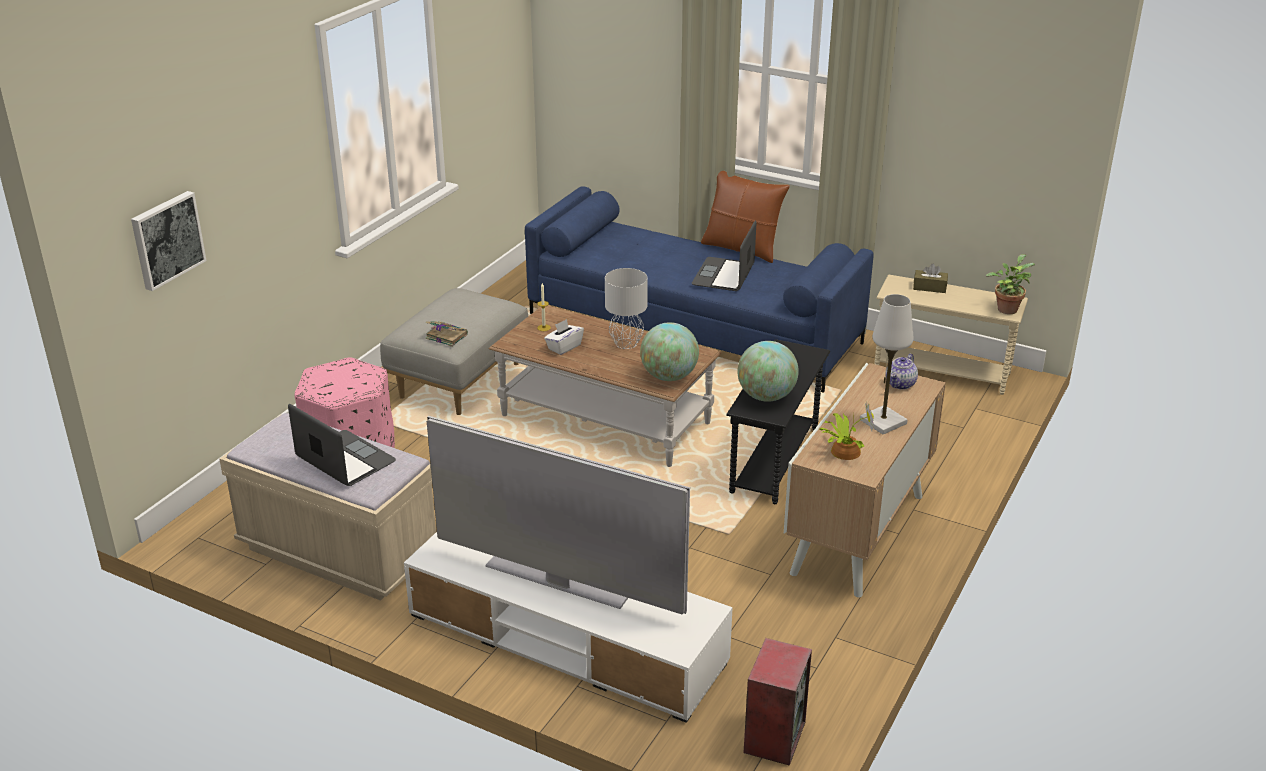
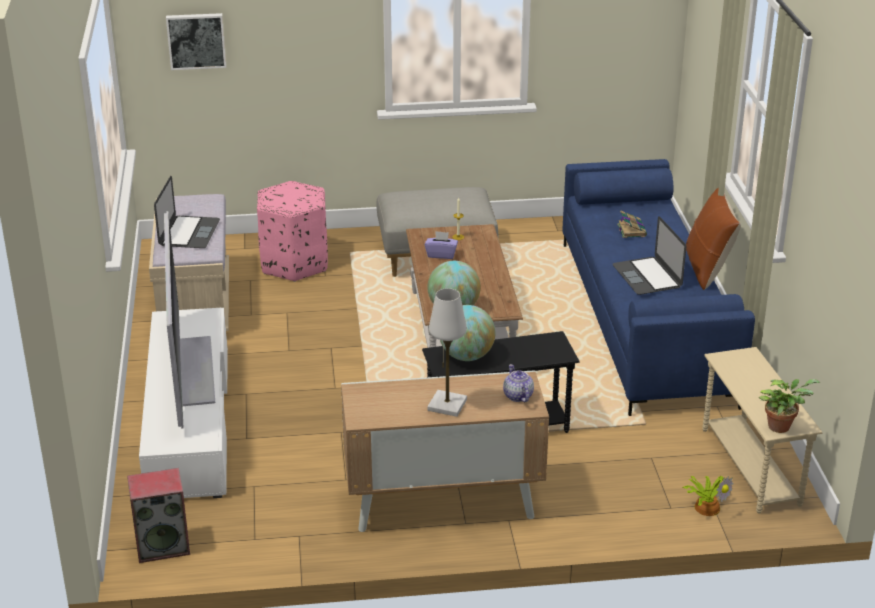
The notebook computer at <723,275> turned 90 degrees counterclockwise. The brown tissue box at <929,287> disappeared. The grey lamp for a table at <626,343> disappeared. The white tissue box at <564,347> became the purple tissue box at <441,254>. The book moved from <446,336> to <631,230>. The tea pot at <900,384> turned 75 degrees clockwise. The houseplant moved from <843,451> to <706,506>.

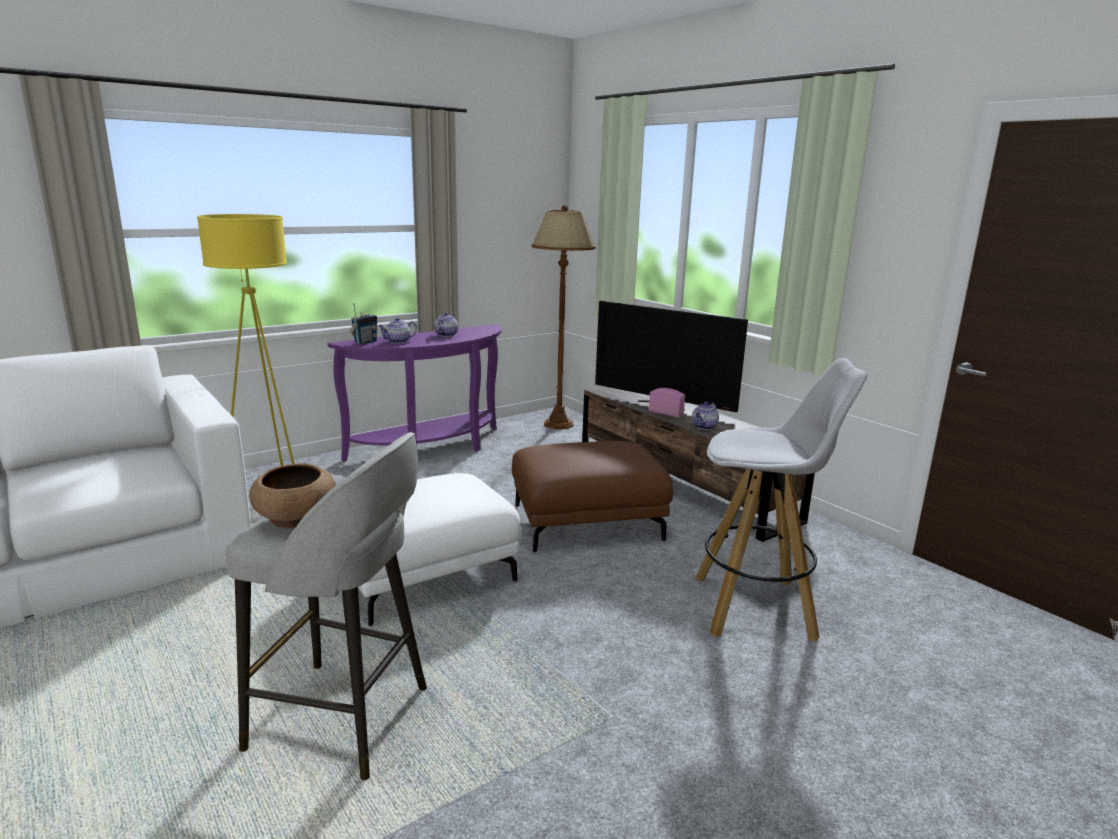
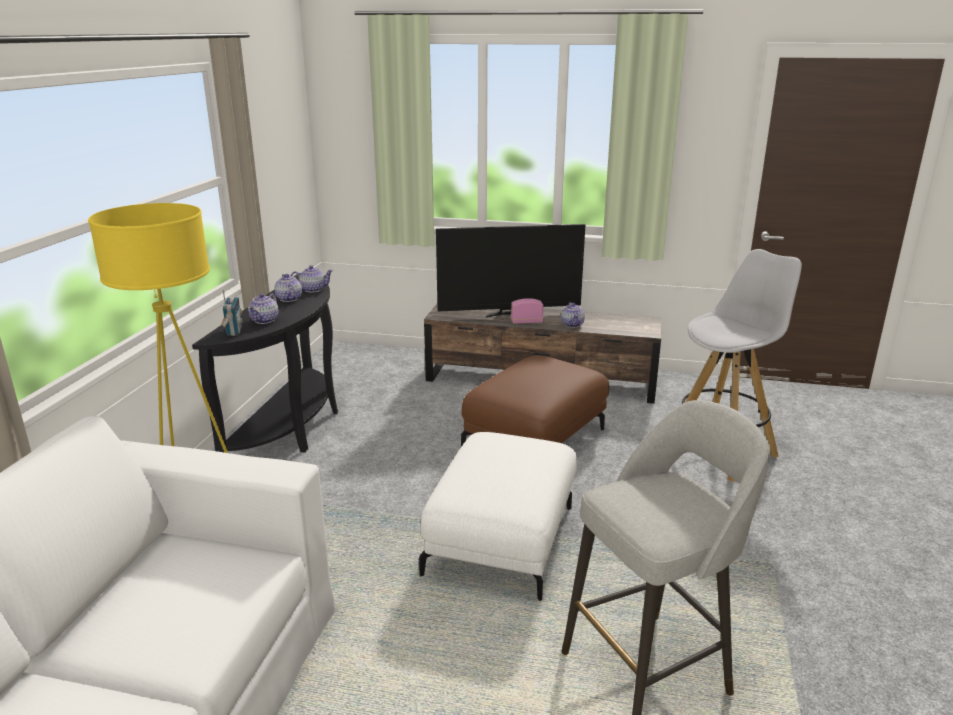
The brown standing lamp at <558,424> disappeared. The purple narrow table at <433,450> became the black narrow table at <293,429>. The brown bowl at <296,519> disappeared. The tea pot at <312,289> appeared.

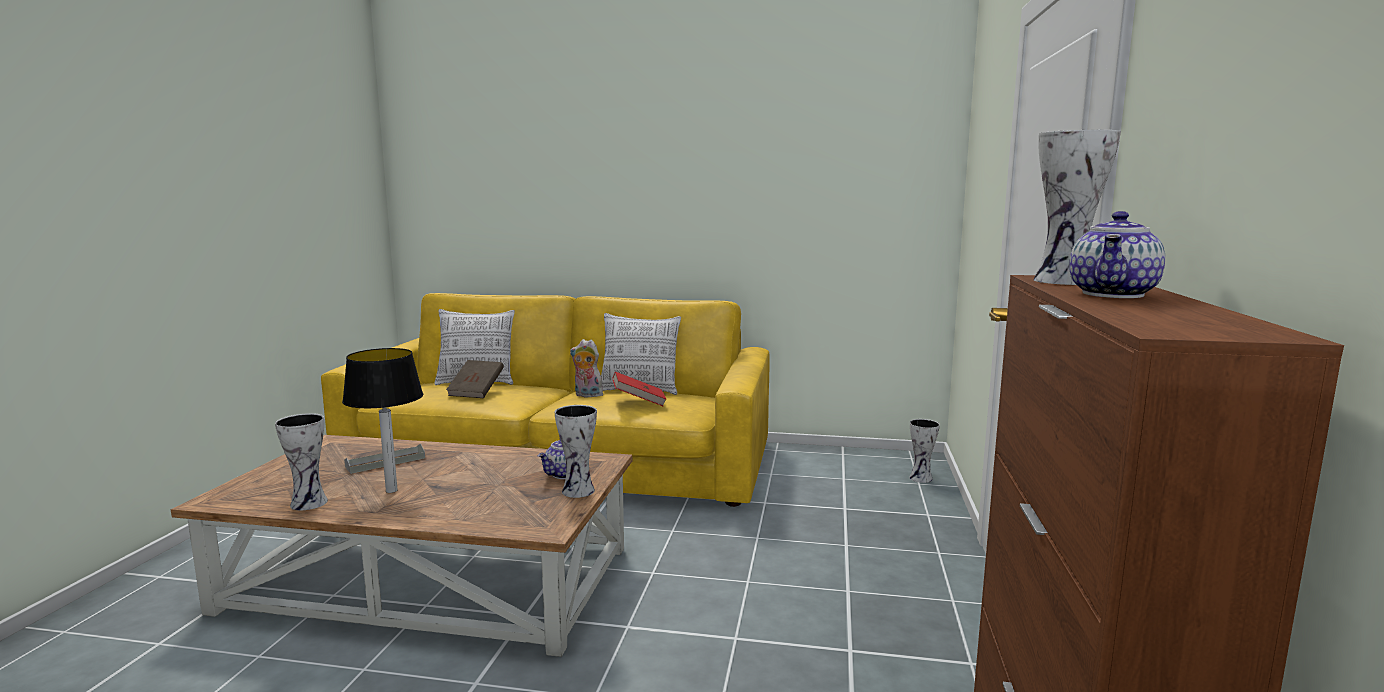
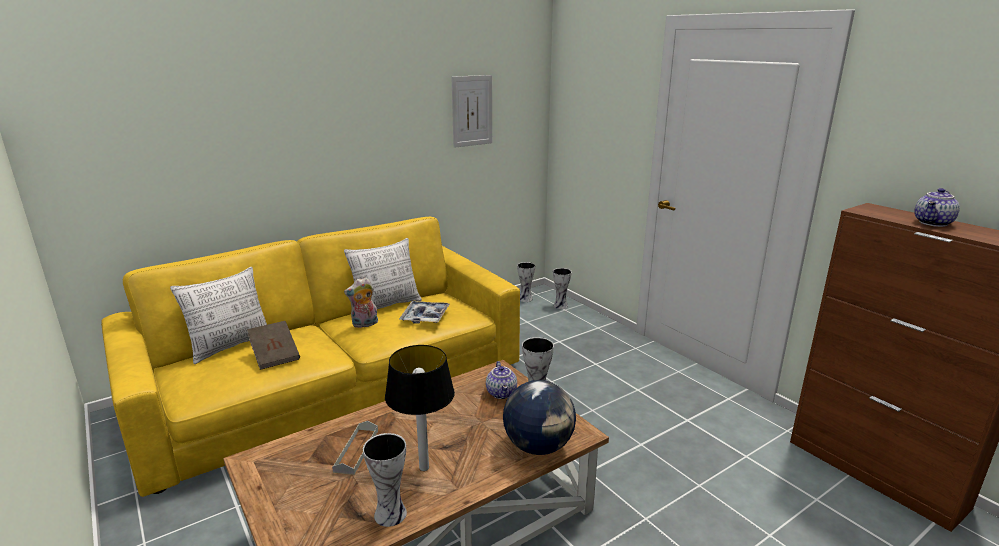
The vase moved from <1066,281> to <526,299>. The tea pot at <1114,294> turned 60 degrees clockwise. The red-coloured book at <639,402> was replaced by the serving tray at <425,317>. The wall art at <472,111> appeared. The globe at <538,446> appeared.

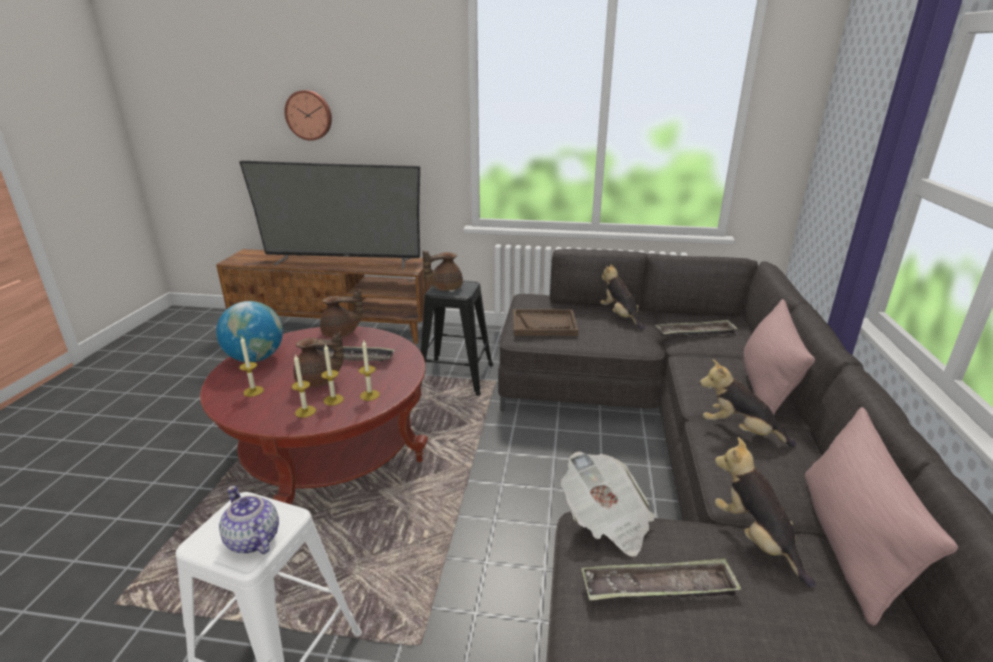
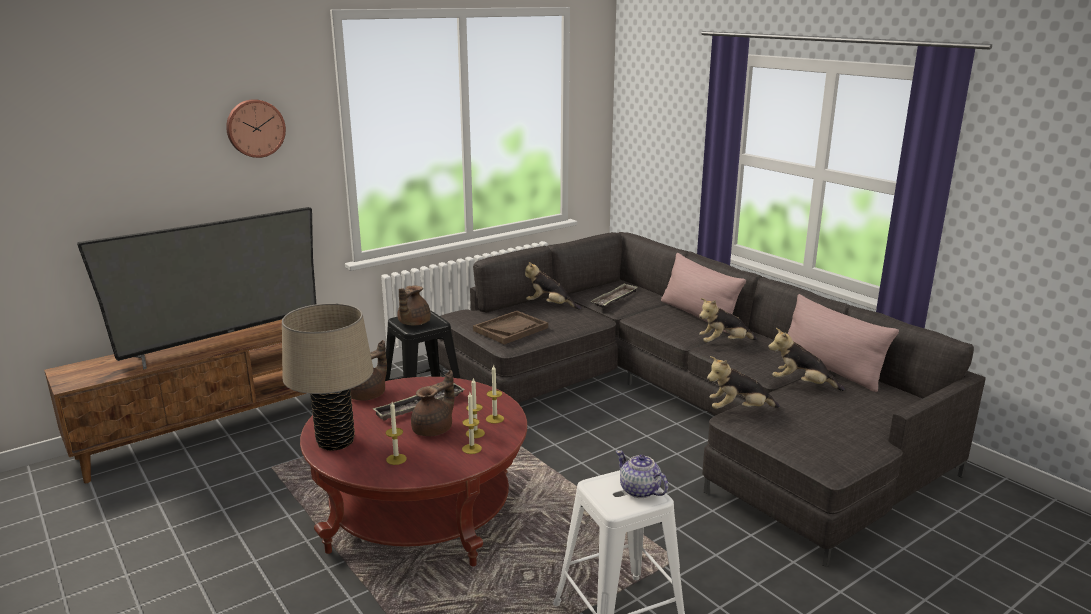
The wall clock moved from <309,115> to <255,128>. The globe at <255,358> was replaced by the beige-coloured lamp for a table at <335,442>. The newspaper at <606,521> was replaced by the plush toy at <738,410>. The tea pot at <253,540> turned 45 degrees clockwise. The serving tray at <658,588> disappeared.

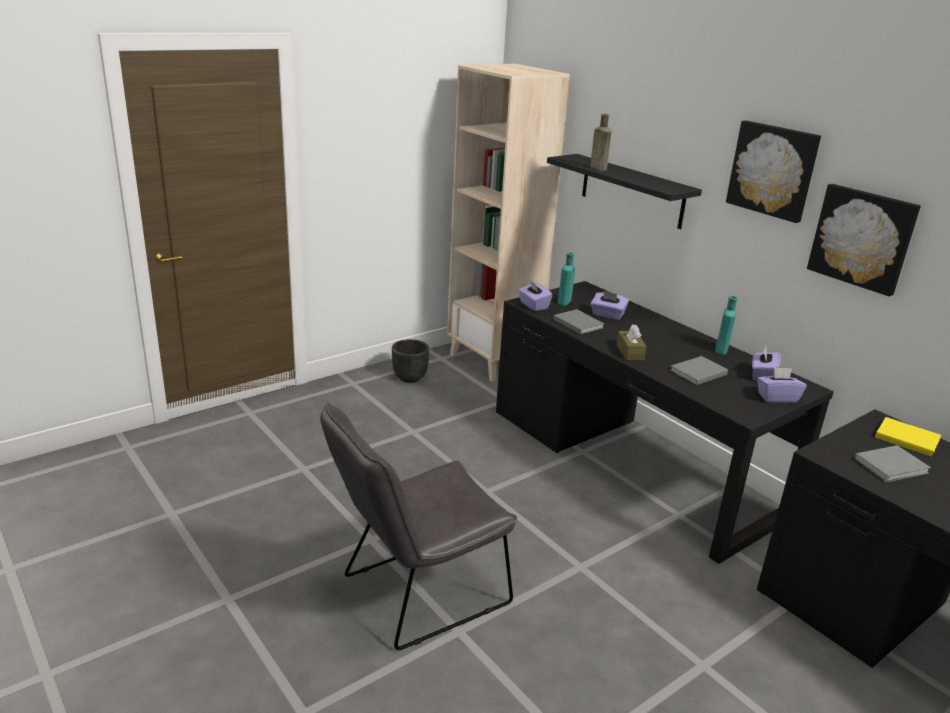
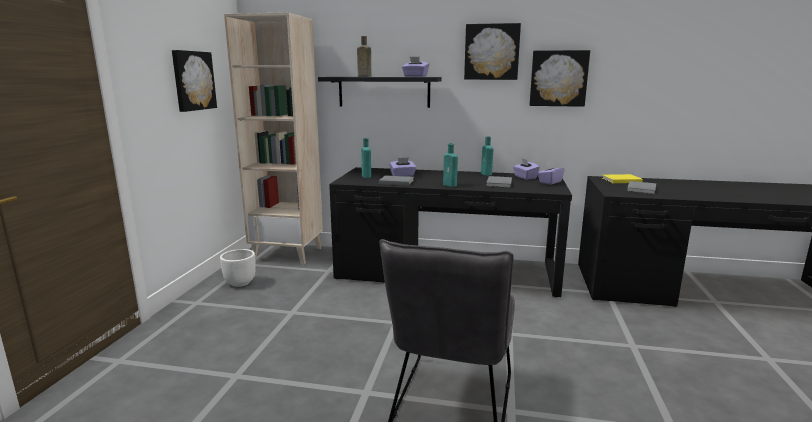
The purple tissue box moved from <533,306> to <415,76>. The brown tissue box at <630,352> was replaced by the turquoise beverage bottle at <450,185>. The black flower pot at <410,377> became the white flower pot at <240,282>. The wall art at <193,80> appeared.

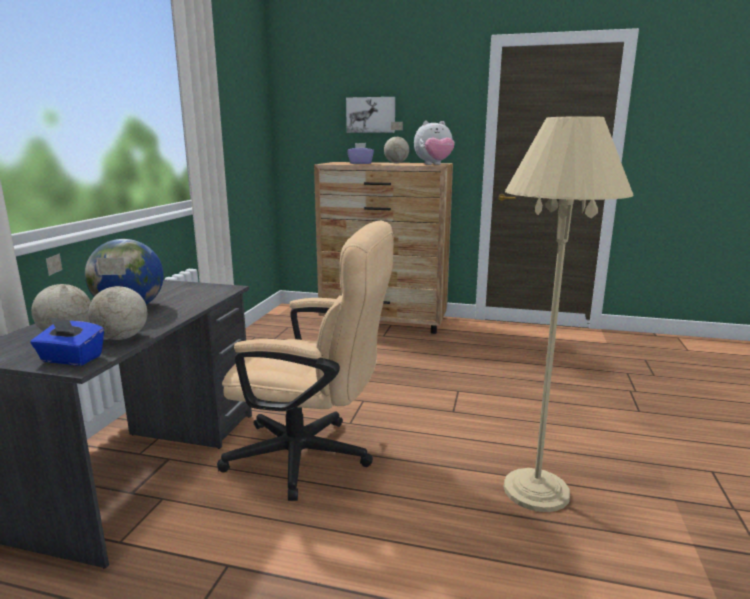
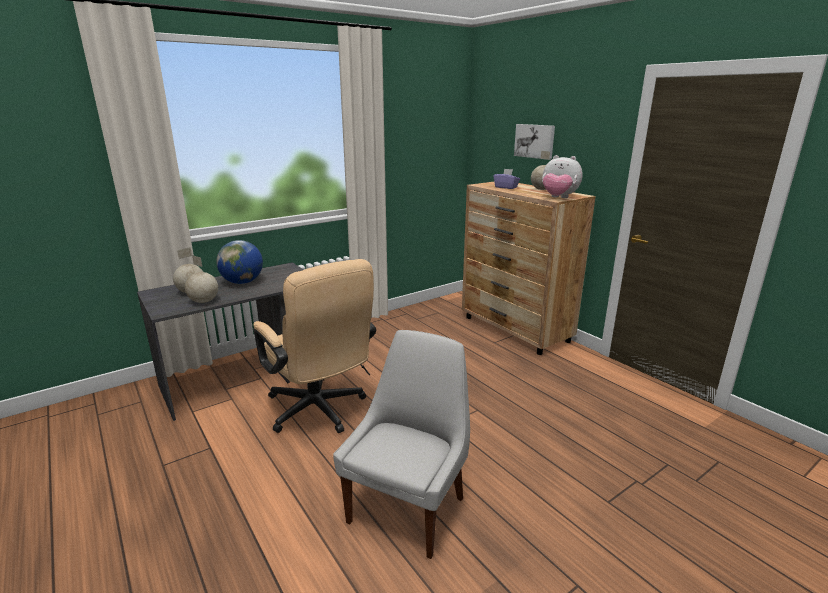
The beige-coloured standing lamp at <536,490> was replaced by the white upright chair at <409,507>. The blue tissue box at <71,359> disappeared.

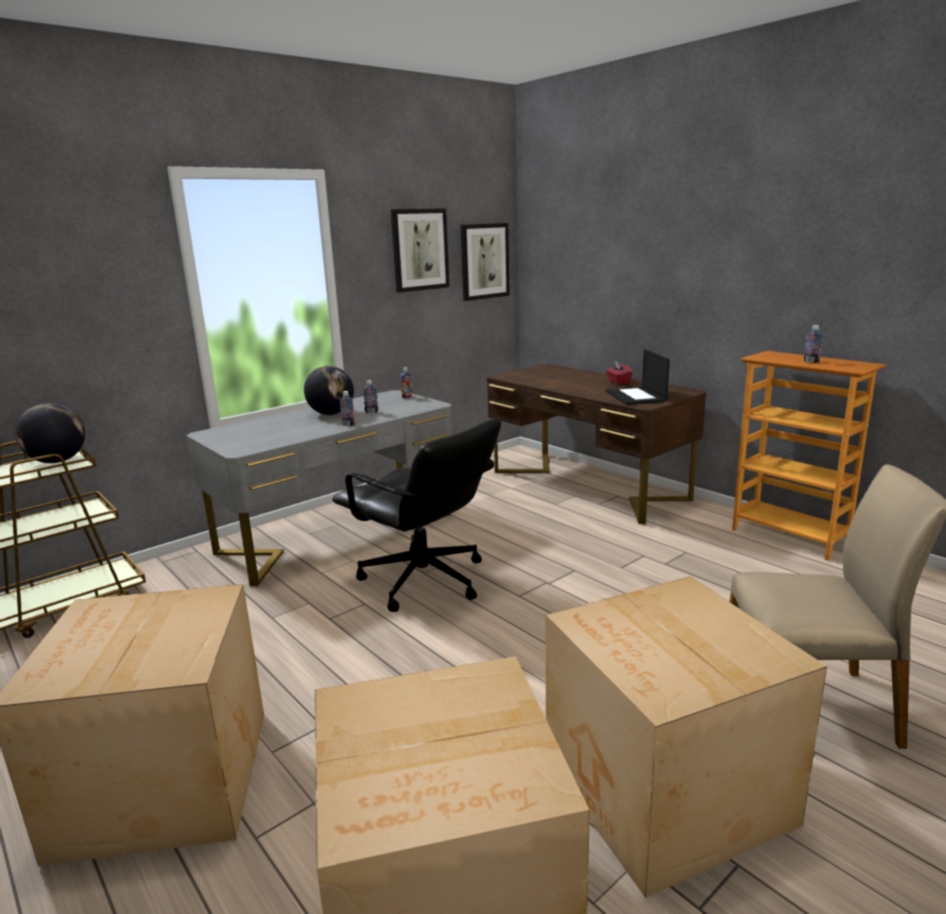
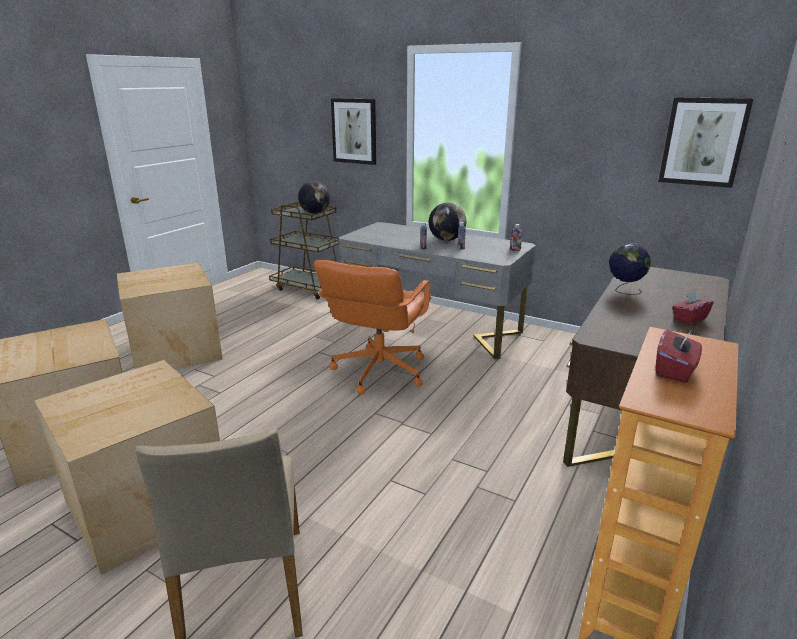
The wall art moved from <420,250> to <354,131>. The beverage bottle at <811,362> was replaced by the red-coloured tissue box at <674,371>. The notebook computer at <636,396> disappeared. The black office chair at <424,581> became the orange-coloured office chair at <378,371>. The globe at <624,290> appeared.

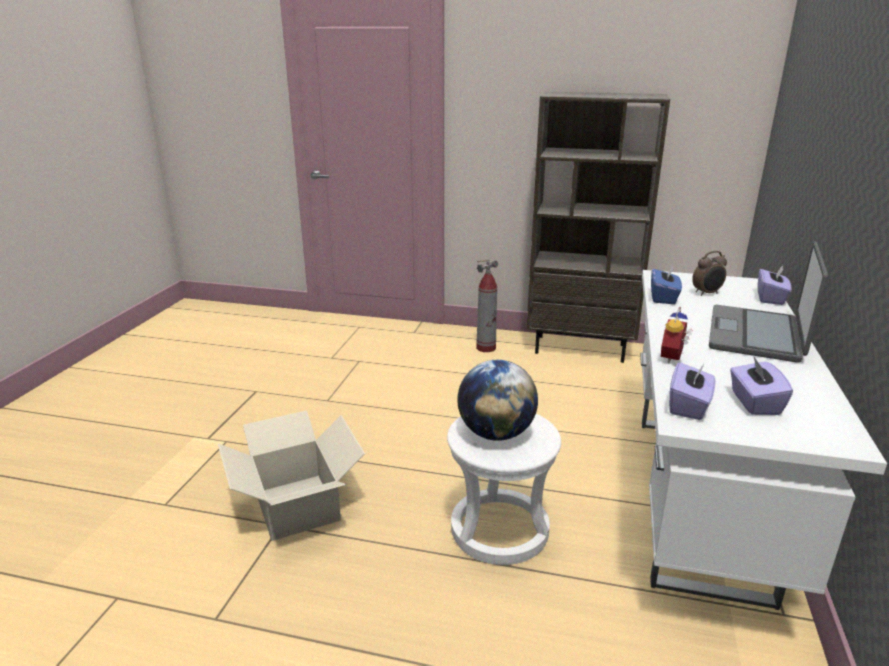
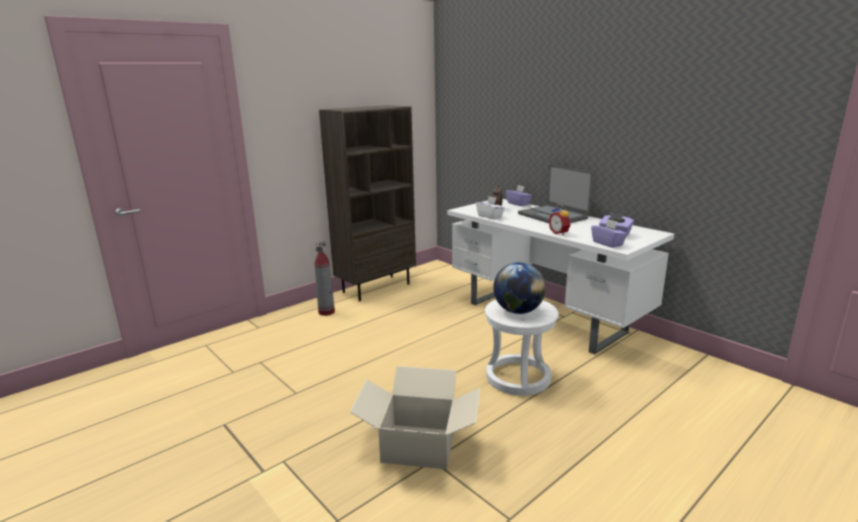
The blue tissue box at <663,298> became the white tissue box at <490,216>.

